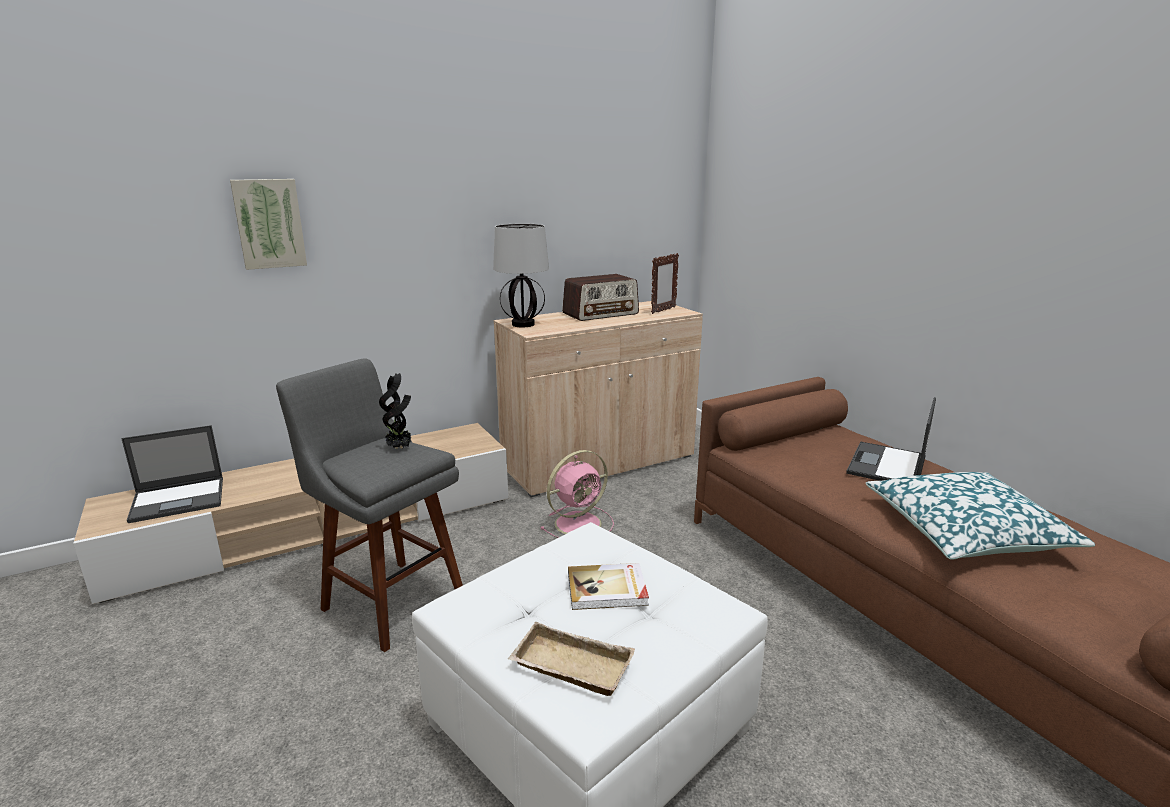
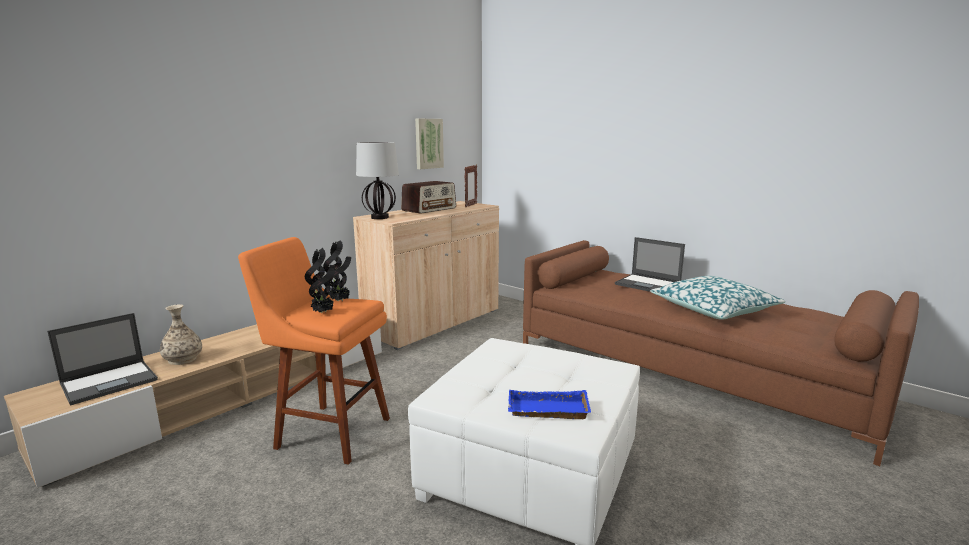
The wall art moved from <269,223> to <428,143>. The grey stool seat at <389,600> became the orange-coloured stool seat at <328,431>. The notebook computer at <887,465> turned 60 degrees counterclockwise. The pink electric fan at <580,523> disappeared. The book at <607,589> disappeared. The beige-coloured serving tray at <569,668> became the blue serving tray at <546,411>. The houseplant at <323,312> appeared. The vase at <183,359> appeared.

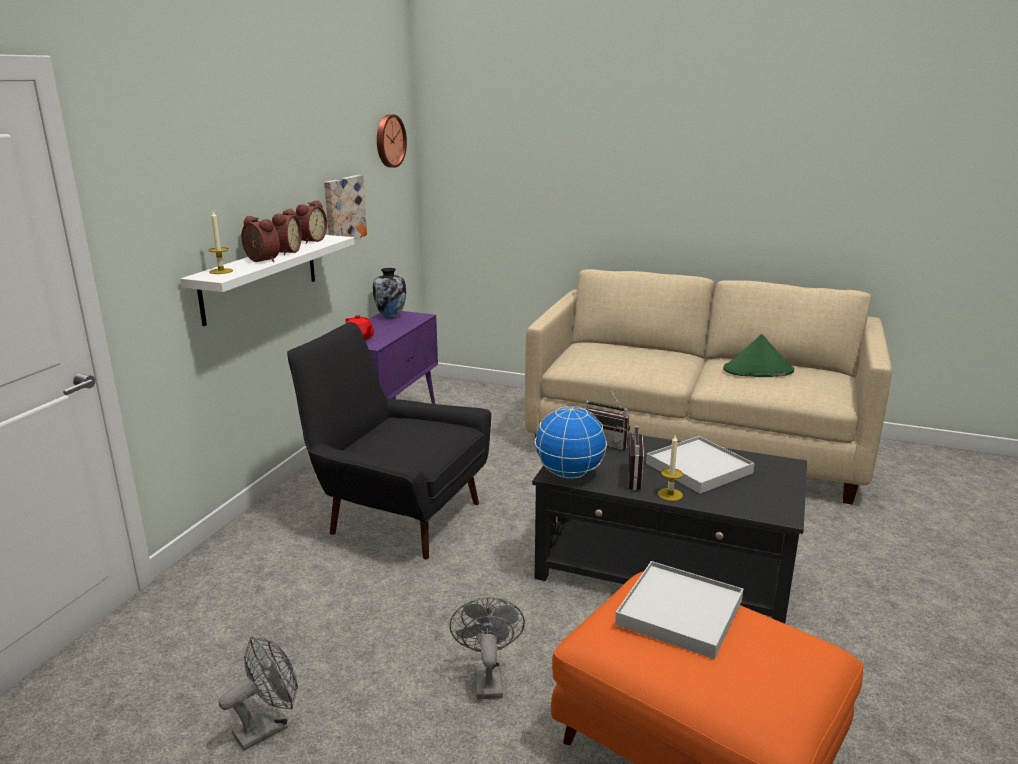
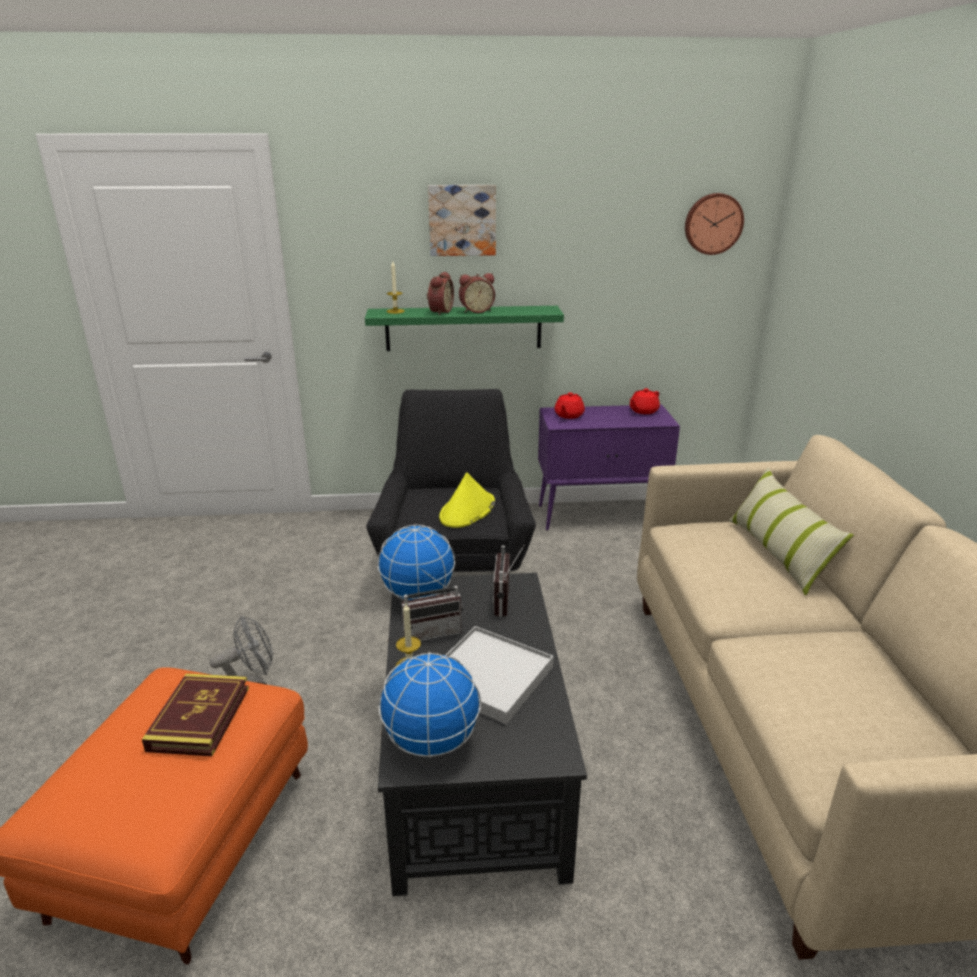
The wall art moved from <343,209> to <462,220>. The bedside clock at <310,240> disappeared. The white shelf at <260,277> became the greenish shelf at <463,328>. The vase at <391,316> was replaced by the red-coloured tea pot at <643,411>. The greenish wearable hat at <757,370> disappeared. The white serving tray at <679,612> was replaced by the book at <199,718>. The grey electric fan at <268,727> disappeared. The throw pillow at <778,553> appeared. The yellow-coloured wearable hat at <467,511> appeared. The globe at <432,741> appeared.

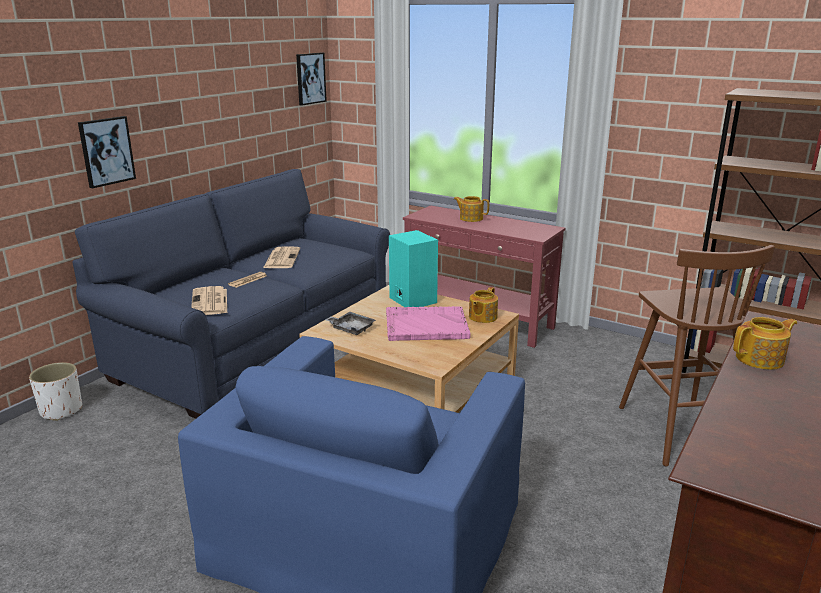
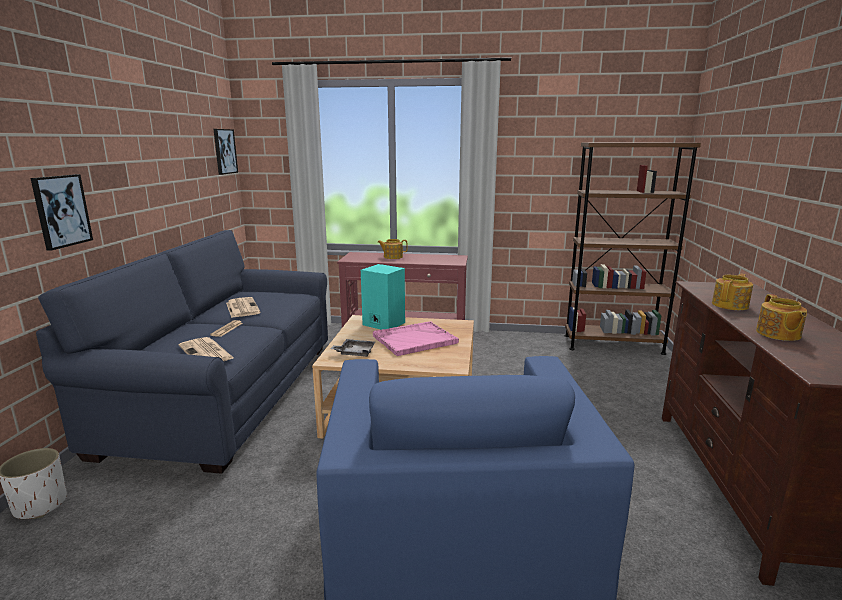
The brown stool seat at <678,430> disappeared. The tea pot moved from <482,317> to <778,334>.

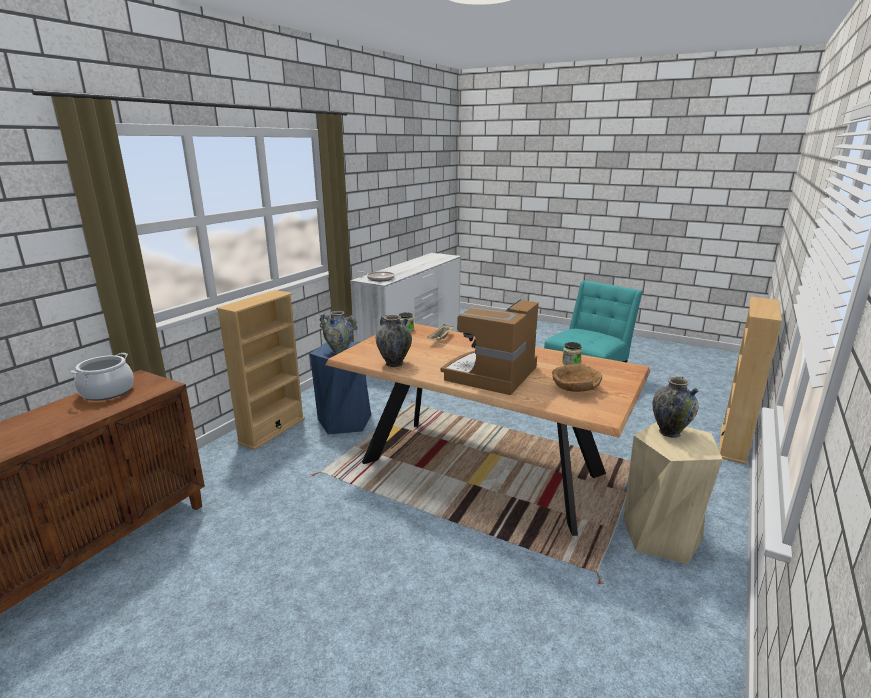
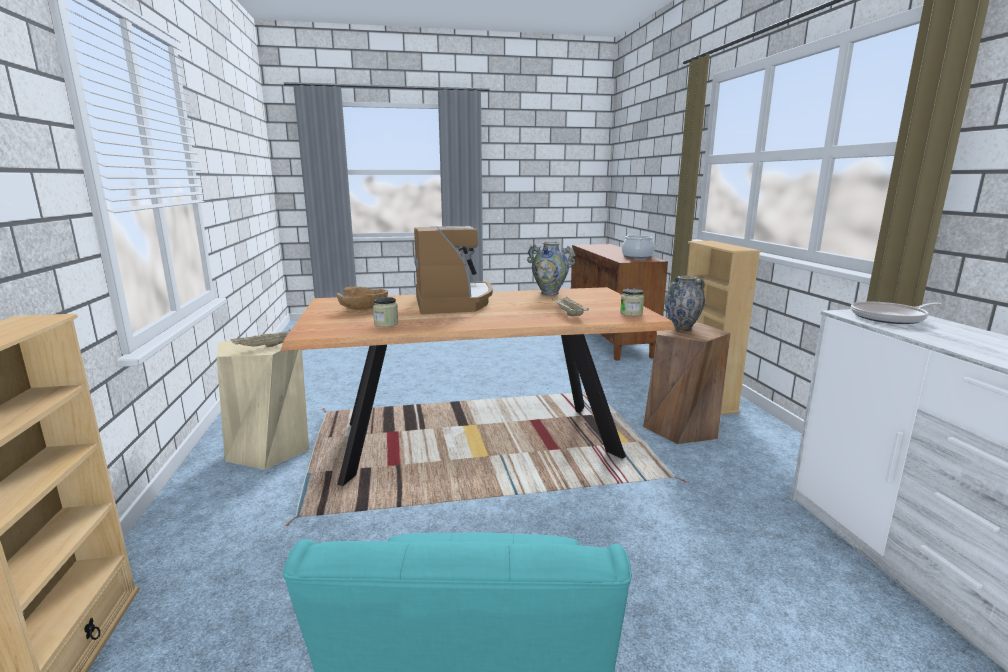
The blue stool seat at <344,421> became the brown stool seat at <680,428>. The vase at <669,432> was replaced by the beige-coloured serving tray at <263,347>.

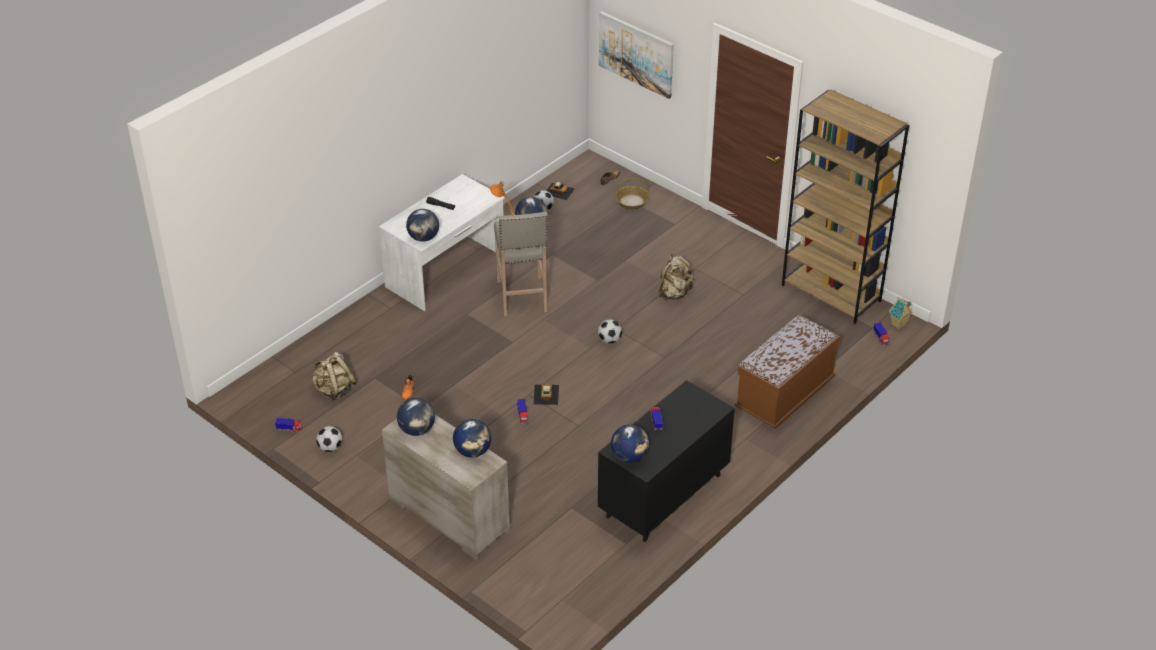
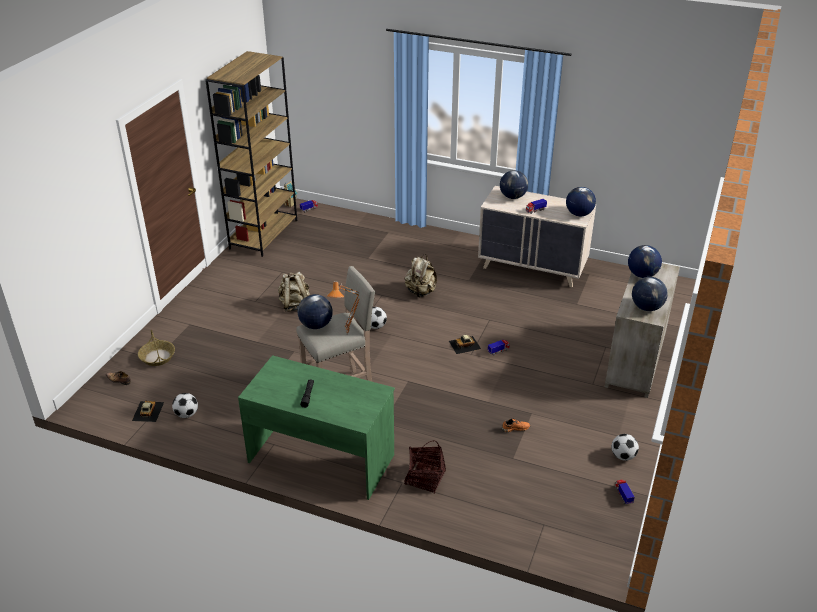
The wall art at <636,54> disappeared. The white desk at <446,272> became the greenish desk at <322,457>. The globe moved from <423,238> to <513,197>. The brown bench at <784,395> disappeared. The beige-coloured rucksack moved from <334,390> to <420,292>. The black dresser at <663,496> became the beige-coloured dresser at <533,267>. The basket at <424,478> appeared.

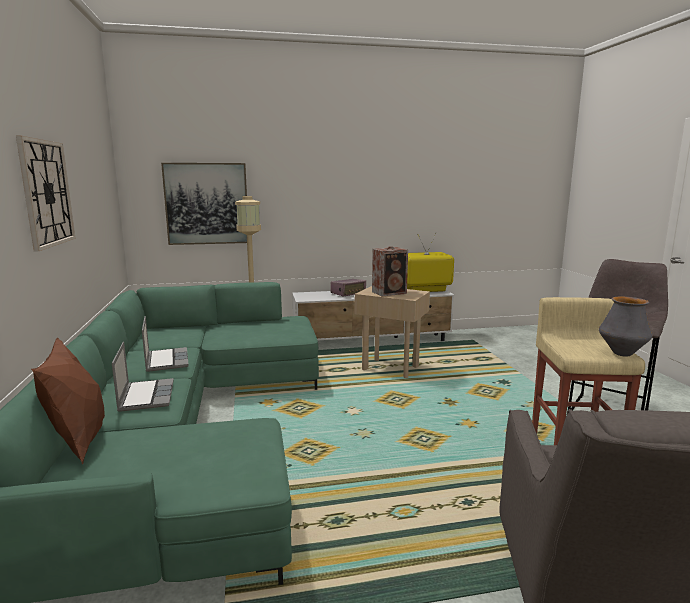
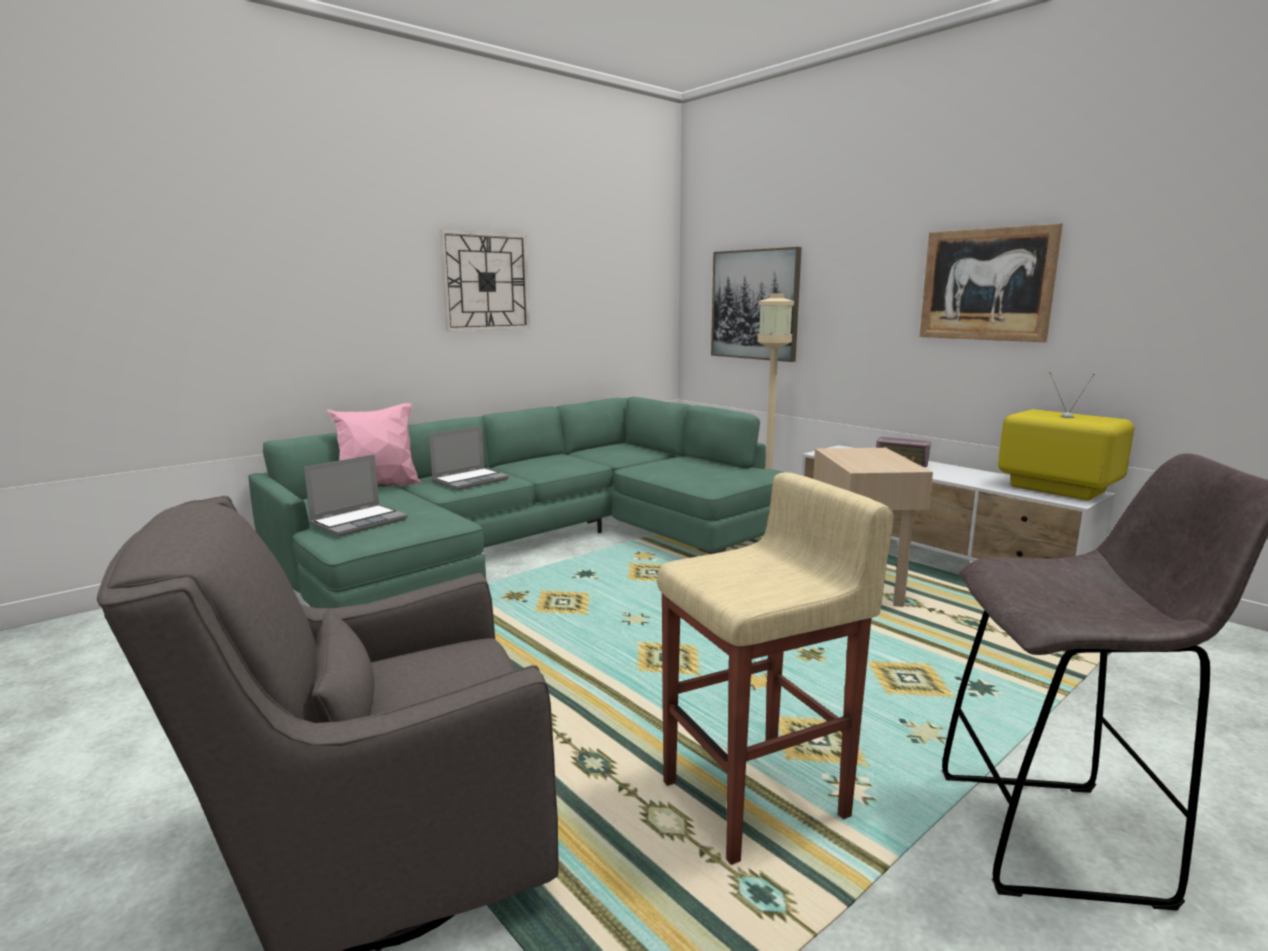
The speaker at <390,292> disappeared. The vase at <621,353> disappeared. The notebook computer moved from <166,360> to <359,522>. The brown throw pillow at <78,443> became the pink throw pillow at <379,488>. The wall art at <986,284> appeared.

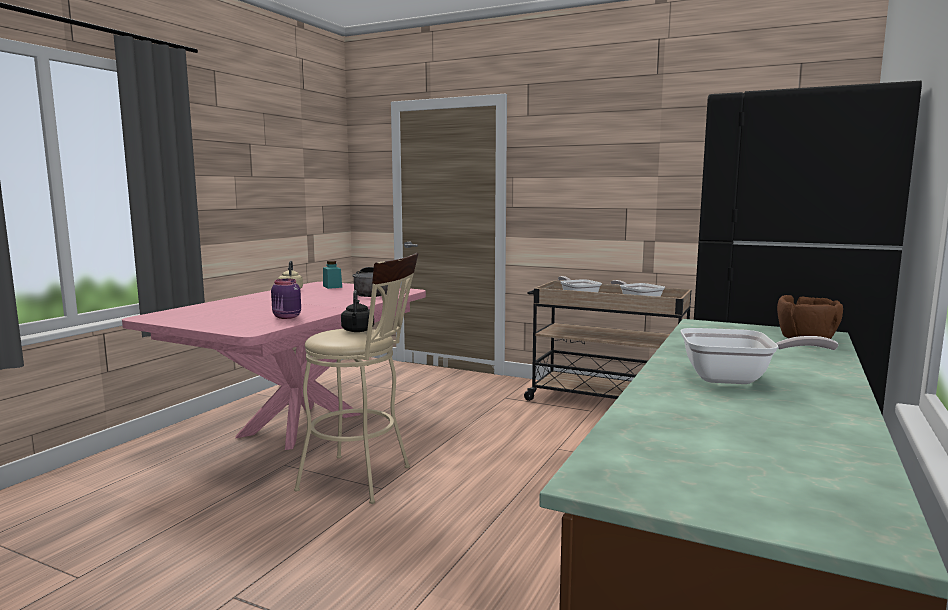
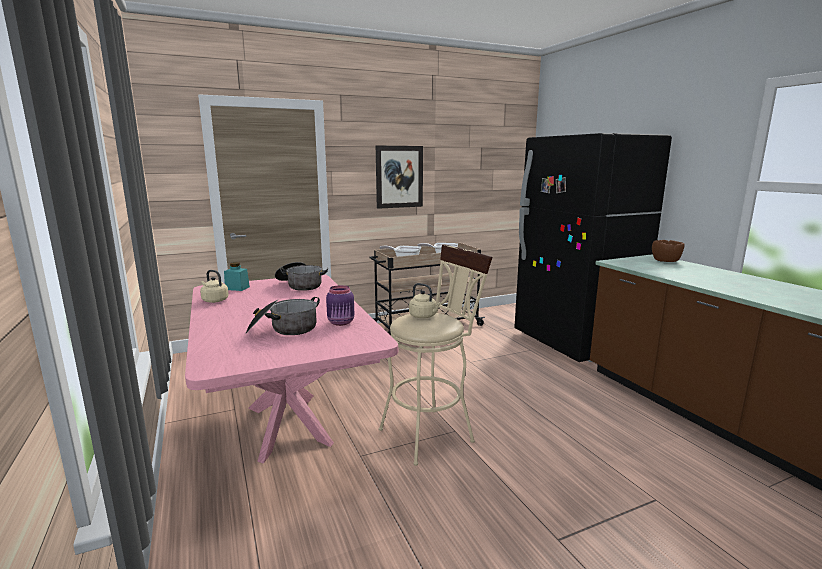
The black kettle at <357,331> became the beige-coloured kettle at <424,316>. The frying pan at <736,379> disappeared. The wall art at <399,177> appeared. The saucepot at <283,329> appeared.

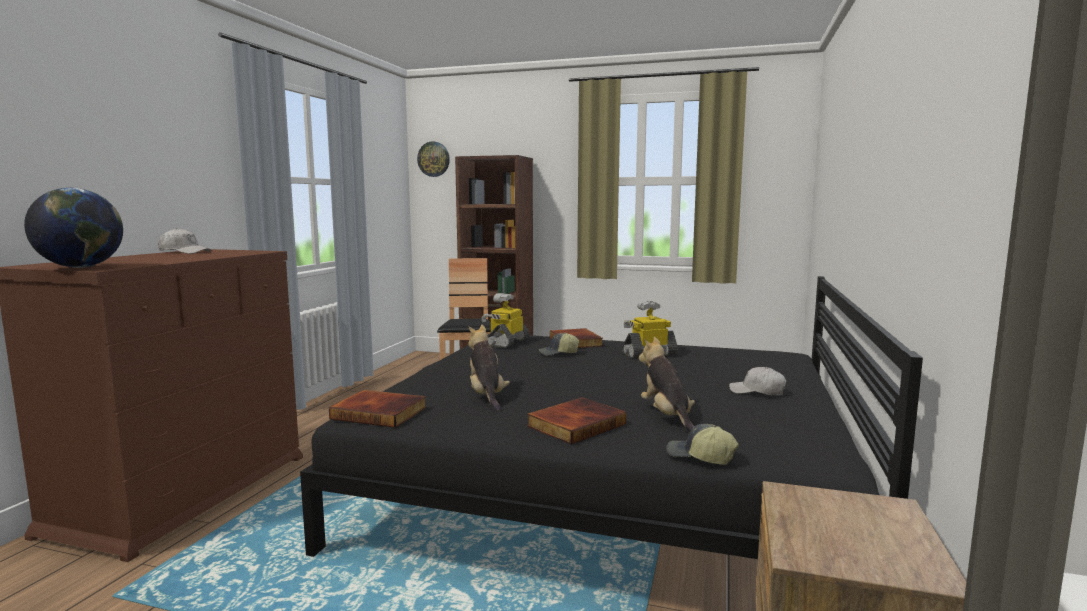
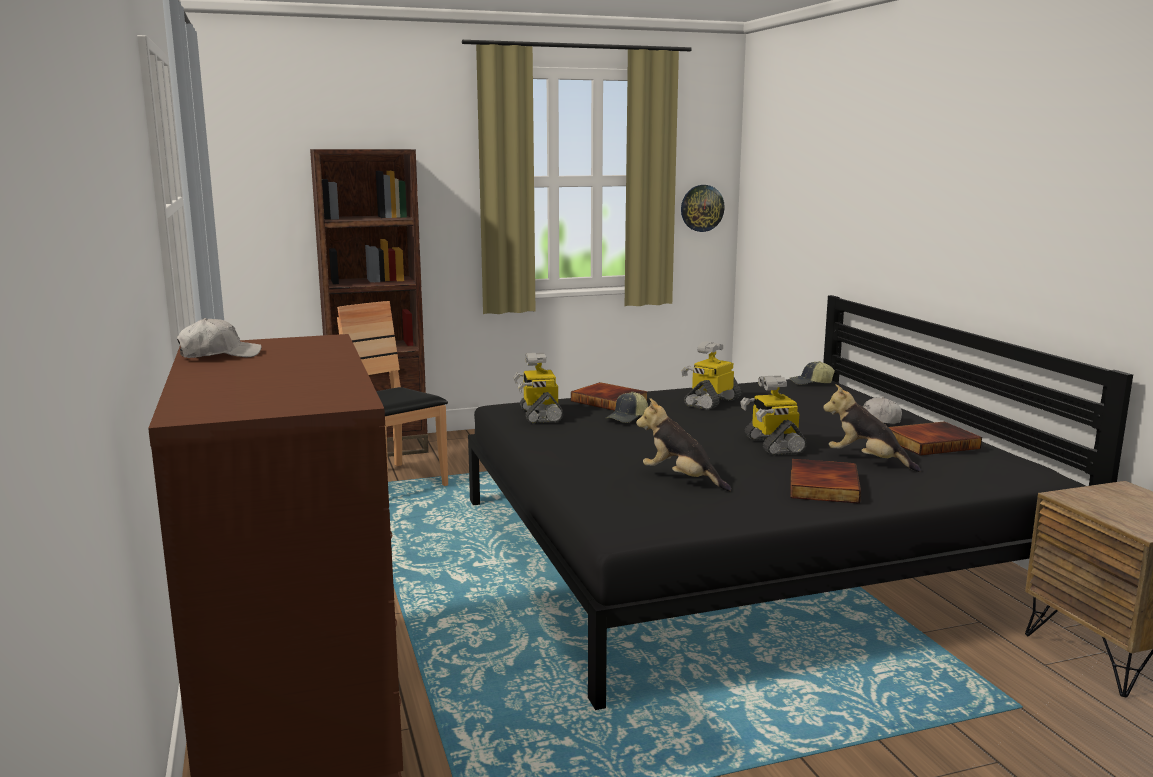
The wall clock moved from <433,159> to <702,208>. The globe at <81,267> disappeared. The book moved from <380,412> to <931,443>. The peaked cap moved from <700,457> to <811,383>. The toy robot at <772,445> appeared.

